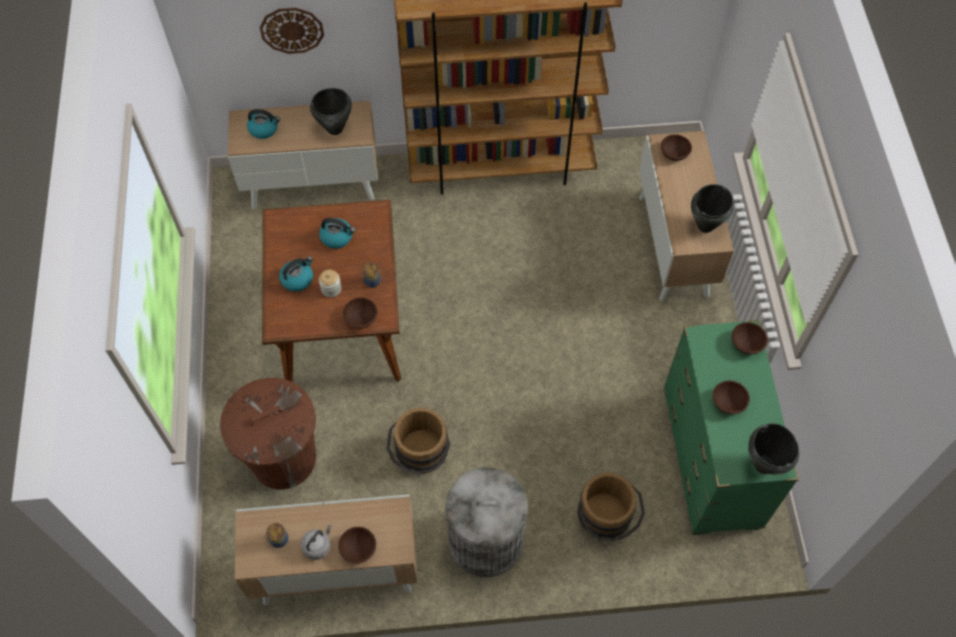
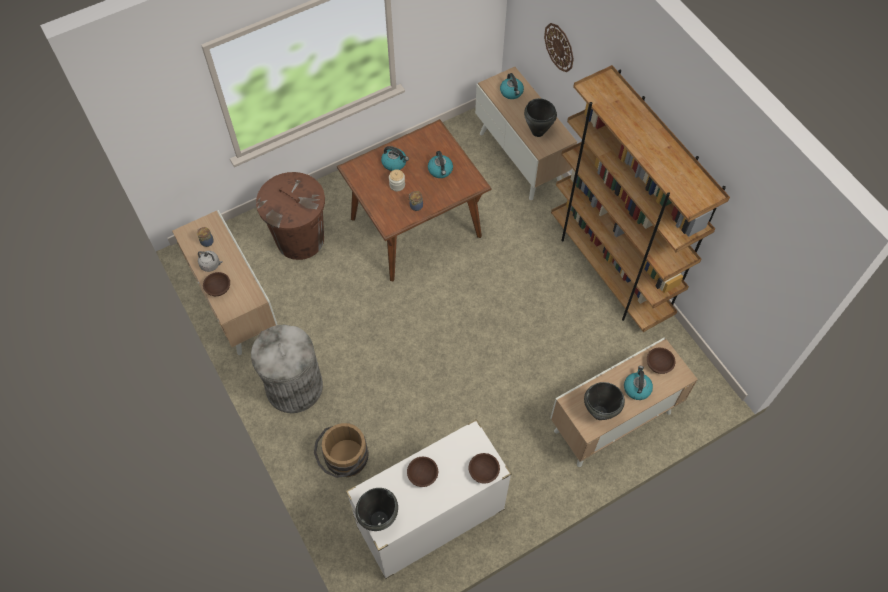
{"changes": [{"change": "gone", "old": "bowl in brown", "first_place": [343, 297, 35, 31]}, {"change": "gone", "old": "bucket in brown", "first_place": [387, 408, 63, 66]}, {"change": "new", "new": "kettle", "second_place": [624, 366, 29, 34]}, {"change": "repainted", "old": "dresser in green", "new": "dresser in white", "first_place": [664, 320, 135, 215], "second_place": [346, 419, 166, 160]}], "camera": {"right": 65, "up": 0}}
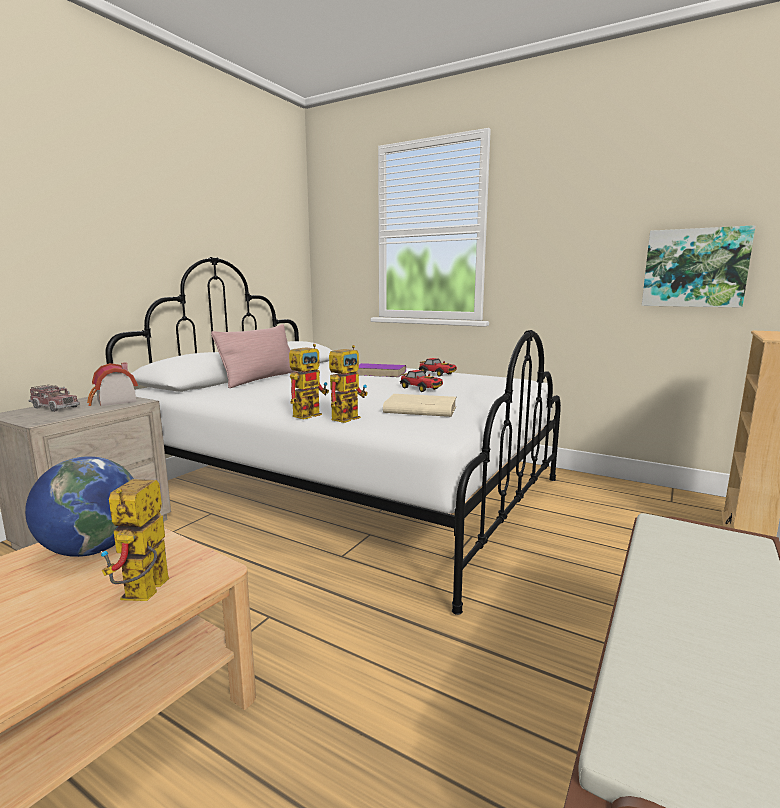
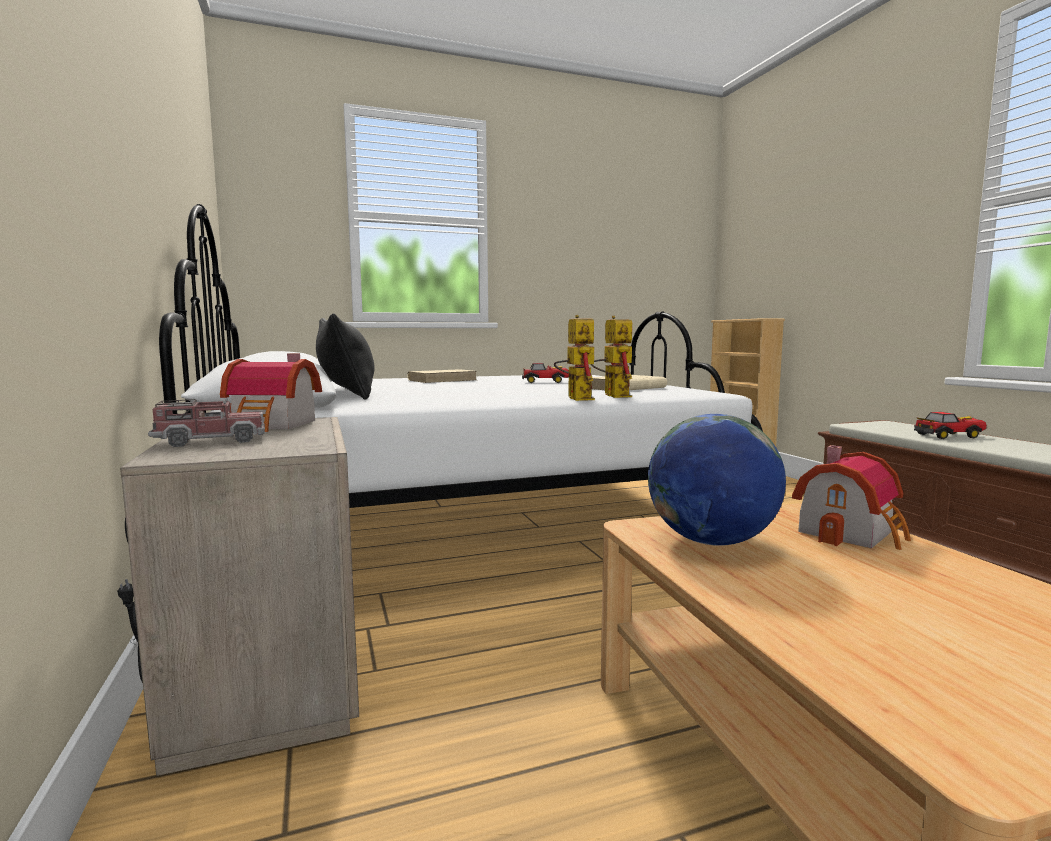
{"changes": [{"change": "gone", "old": "picture", "first_place": [642, 225, 113, 83]}, {"change": "shifted", "old": "toy car", "first_place": [419, 358, 38, 18], "second_place": [914, 412, 73, 27]}, {"change": "swapped", "old": "toy robot", "new": "toy house", "first_place": [101, 479, 68, 122], "second_place": [792, 445, 119, 105]}, {"change": "repainted", "old": "pillow in pink", "new": "pillow in black", "first_place": [211, 324, 88, 64], "second_place": [316, 313, 59, 86]}, {"change": "repainted", "old": "book in purple", "new": "book in beige", "first_place": [356, 363, 50, 14], "second_place": [407, 369, 69, 14]}], "camera": {"right": -50, "up": -5}}
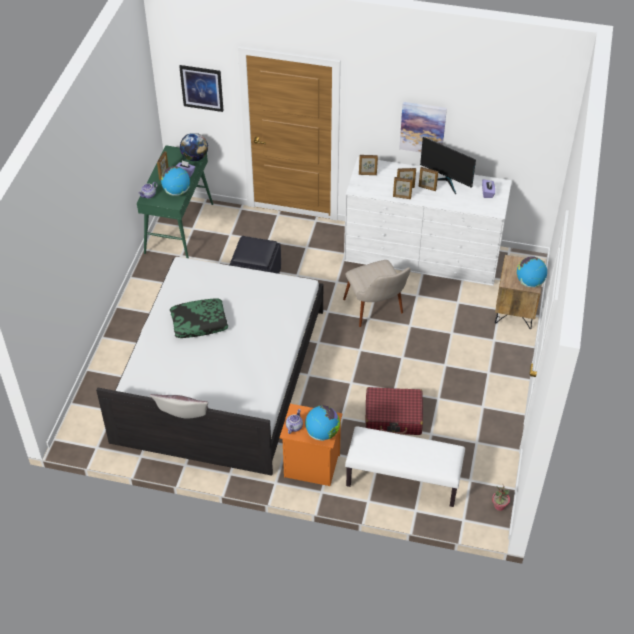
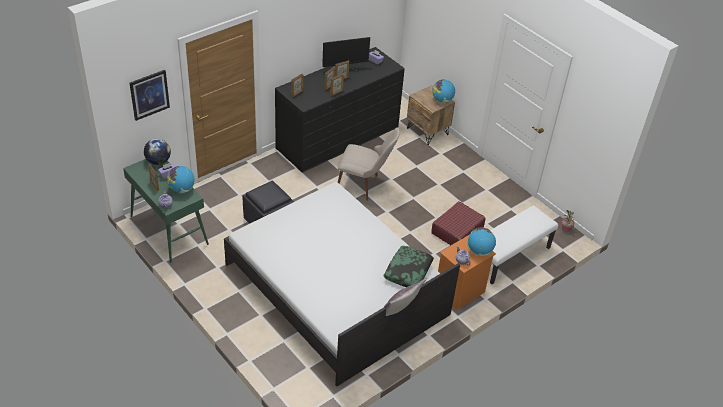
{"changes": [{"change": "gone", "old": "picture", "first_place": [399, 102, 48, 50]}, {"change": "shifted", "old": "pillow", "first_place": [170, 298, 58, 40], "second_place": [384, 246, 50, 41]}, {"change": "repainted", "old": "dresser in white", "new": "dresser in black", "first_place": [344, 157, 168, 129], "second_place": [275, 47, 130, 126]}], "camera": {"right": -55, "up": -5}}
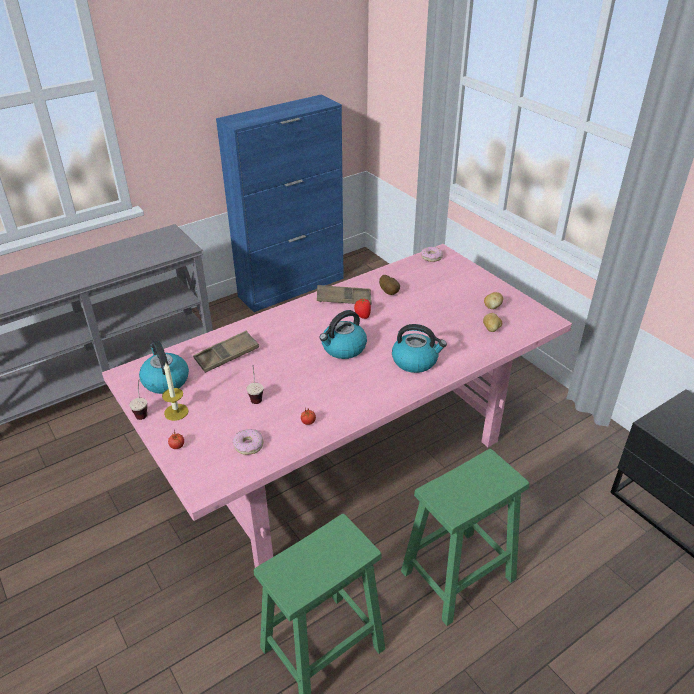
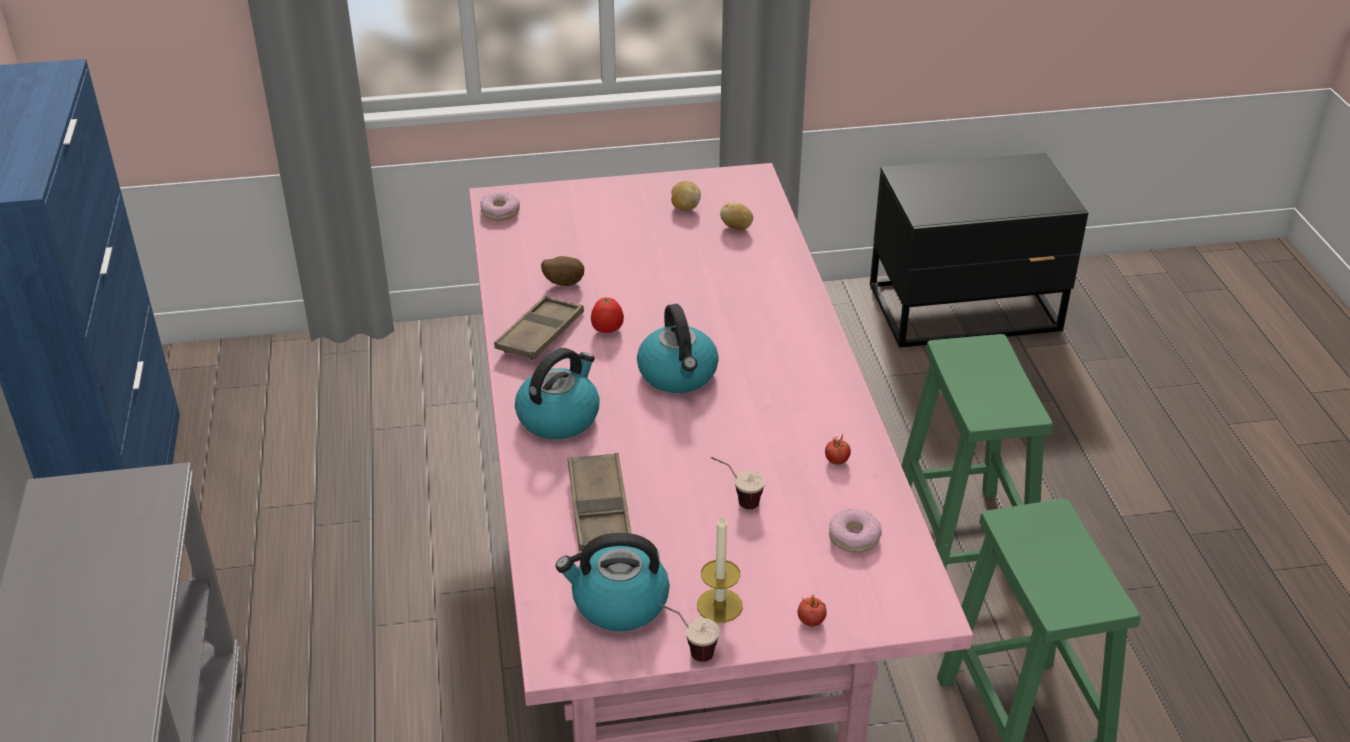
{"changes": [{"change": "shifted", "old": "kettle", "first_place": [392, 324, 55, 49], "second_place": [515, 348, 85, 91]}], "camera": {"right": -65, "up": 0}}
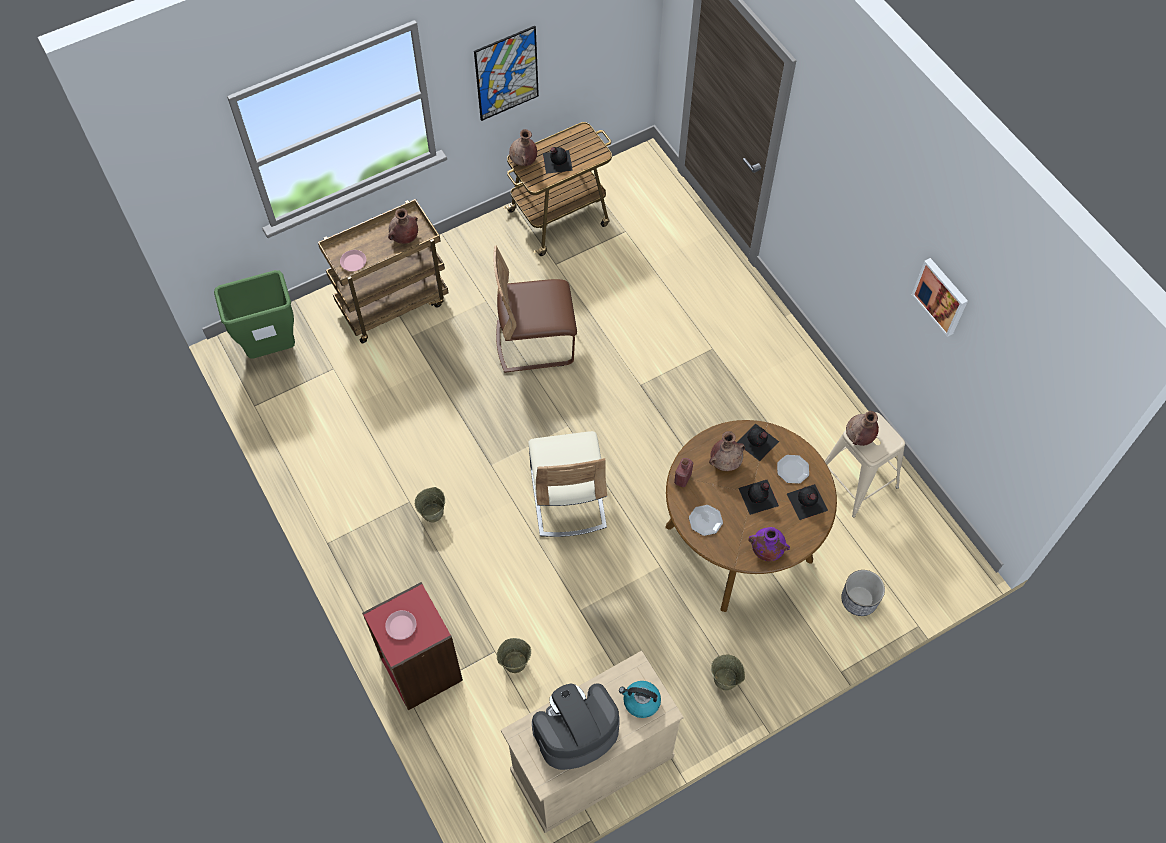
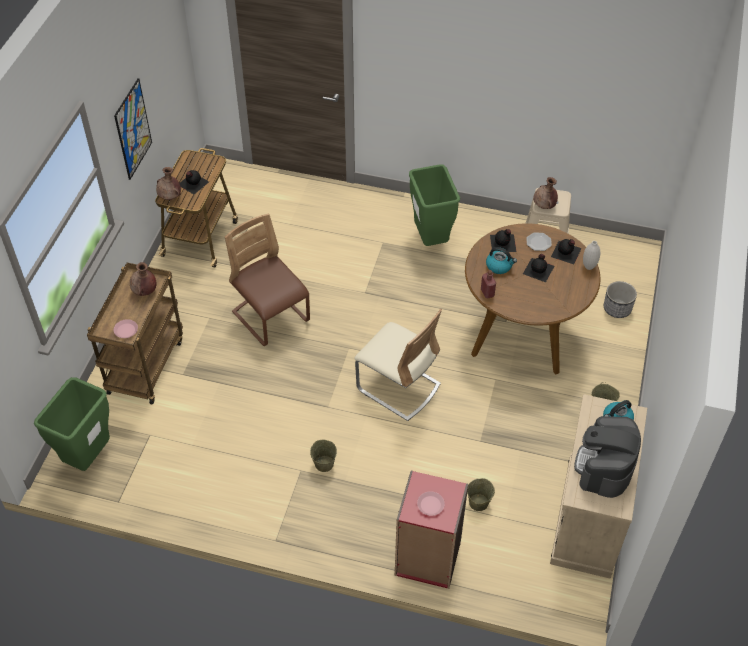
{"changes": [{"change": "gone", "old": "plate", "first_place": [689, 505, 34, 31]}, {"change": "gone", "old": "vase in purple", "first_place": [749, 527, 41, 35]}, {"change": "gone", "old": "picture", "first_place": [912, 258, 56, 79]}, {"change": "new", "new": "trash can in green", "second_place": [409, 164, 51, 82]}, {"change": "new", "new": "vase in white", "second_place": [583, 241, 17, 29]}, {"change": "swapped", "old": "vase in brown", "new": "kettle", "first_place": [709, 431, 36, 40], "second_place": [486, 247, 31, 27]}, {"change": "rotated", "old": "chair in brown", "first_place": [493, 246, 84, 127], "second_place": [225, 214, 85, 132], "degrees": 105}], "camera": {"right": -45, "up": -10}}
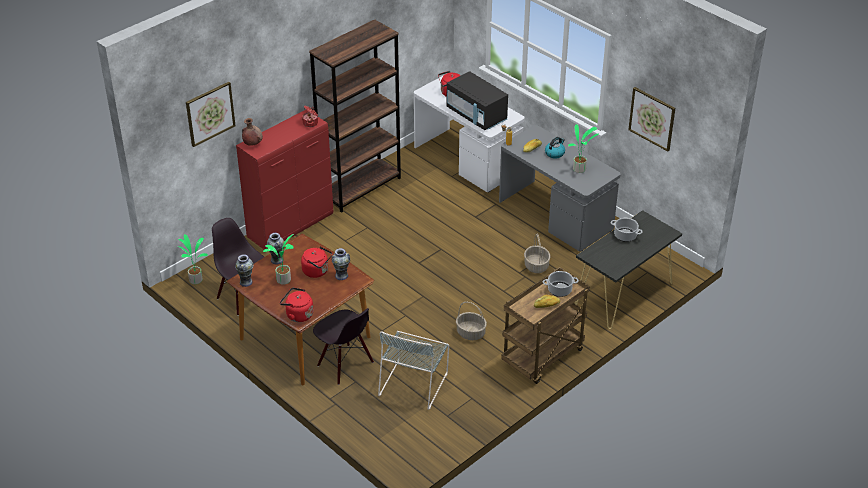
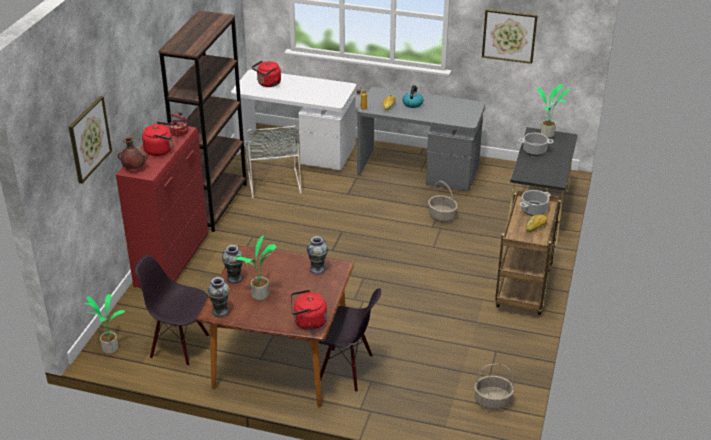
{"changes": [{"change": "gone", "old": "microwave in black", "first_place": [447, 71, 61, 59]}, {"change": "shifted", "old": "kettle in red", "first_place": [301, 246, 32, 32], "second_place": [142, 122, 32, 34]}, {"change": "shifted", "old": "chair in grey", "first_place": [378, 331, 71, 79], "second_place": [245, 125, 57, 74]}, {"change": "shifted", "old": "basket", "first_place": [456, 302, 31, 38], "second_place": [474, 364, 40, 46]}, {"change": "shifted", "old": "potted plant", "first_place": [568, 124, 30, 49], "second_place": [537, 84, 33, 54]}], "camera": {"right": -30, "up": -5}}
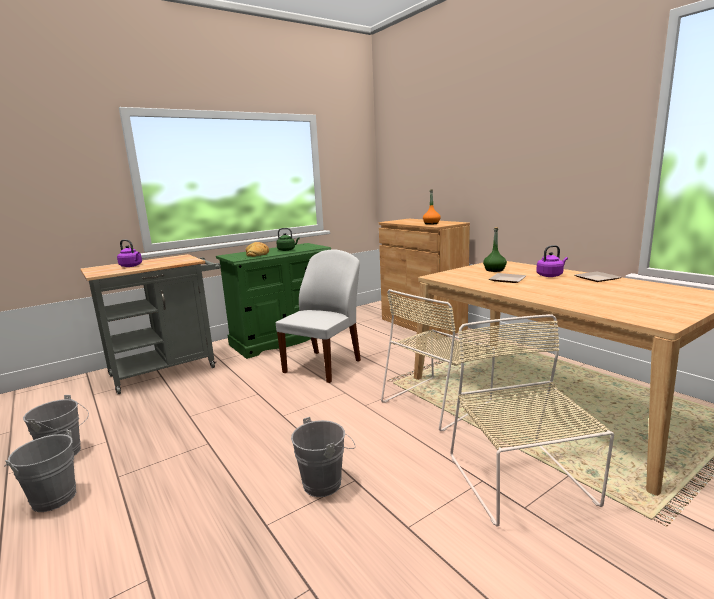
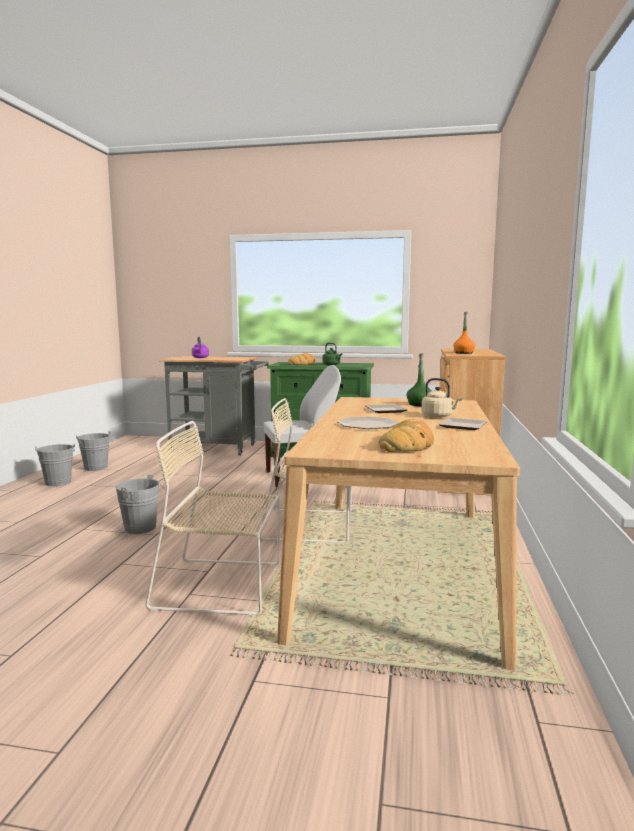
{"changes": [{"change": "new", "new": "plate", "second_place": [337, 416, 62, 13]}, {"change": "new", "new": "bread", "second_place": [379, 419, 55, 33]}, {"change": "repainted", "old": "kettle in purple", "new": "kettle in beige", "first_place": [536, 245, 32, 32], "second_place": [421, 378, 41, 40]}, {"change": "rotated", "old": "chair in beige", "first_place": [450, 314, 164, 212], "second_place": [146, 421, 134, 195], "degrees": -120}], "camera": {"right": 45, "up": -5}}
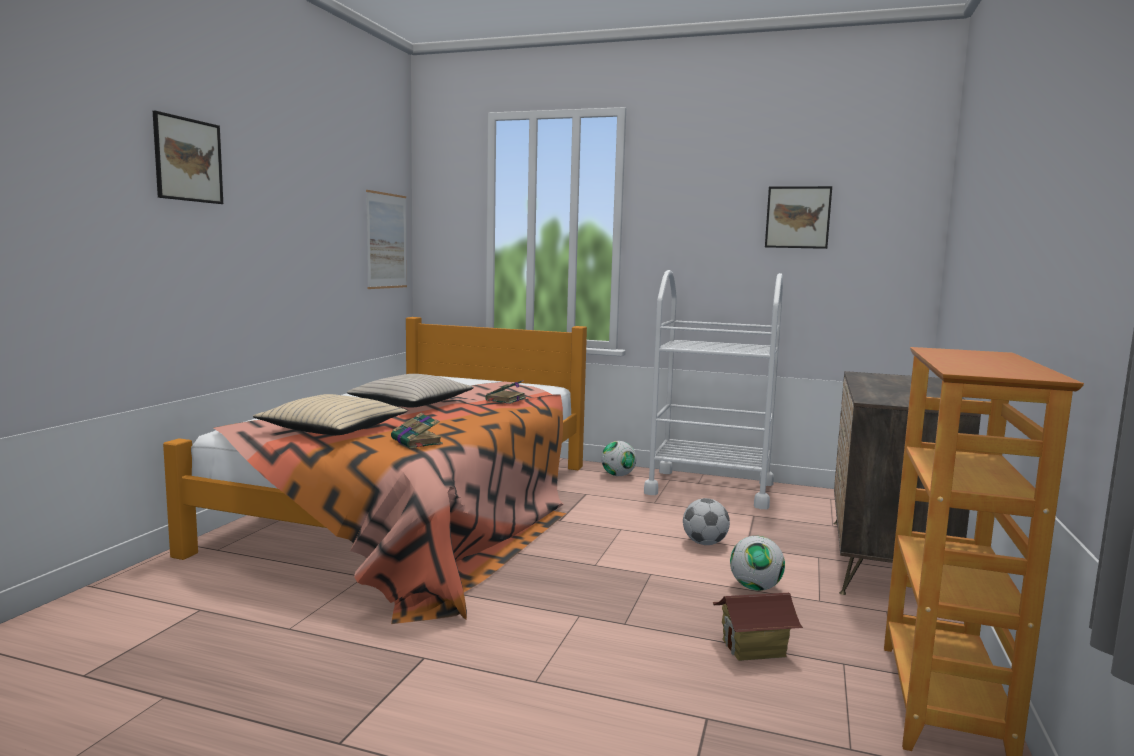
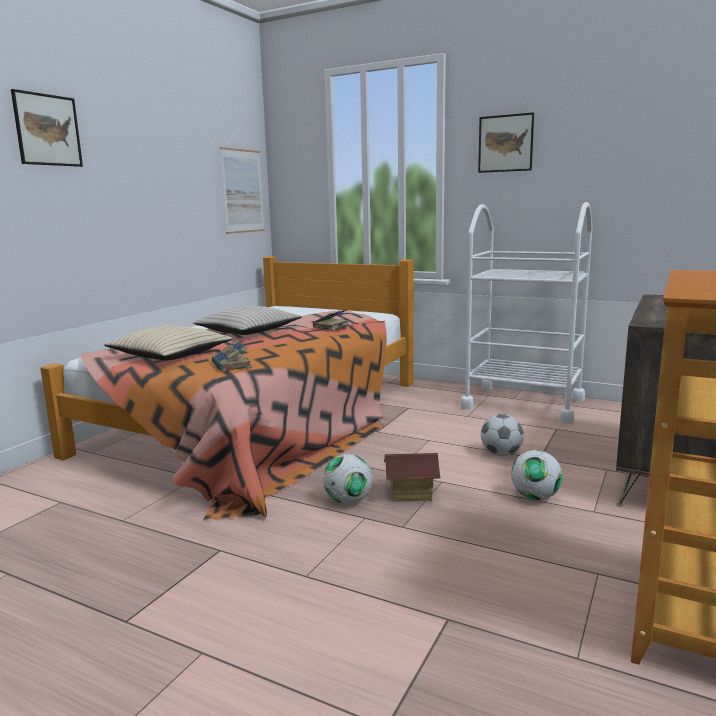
{"changes": [{"change": "shifted", "old": "football", "first_place": [601, 441, 35, 35], "second_place": [323, 454, 49, 50]}, {"change": "shifted", "old": "toy house", "first_place": [713, 593, 90, 68], "second_place": [384, 453, 57, 49]}, {"change": "shifted", "old": "picture", "first_place": [765, 186, 67, 63], "second_place": [478, 112, 56, 61]}], "camera": {"right": 10, "up": 5}}
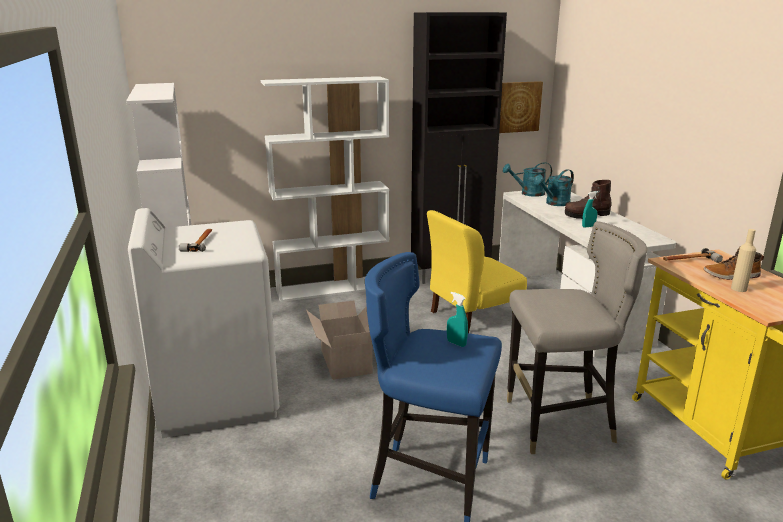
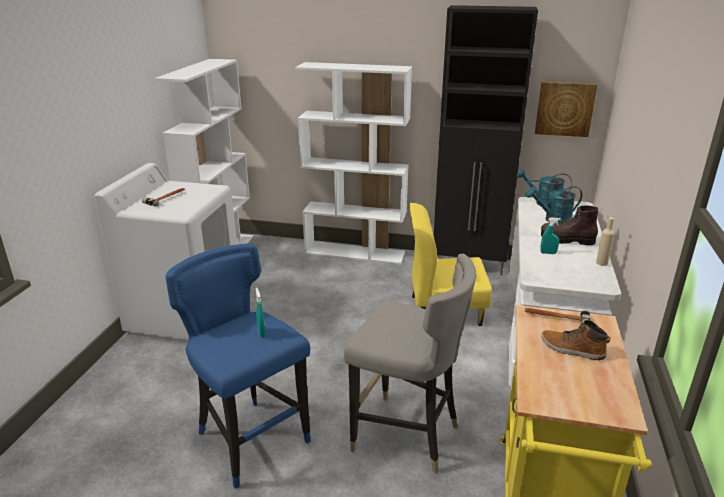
{"changes": [{"change": "gone", "old": "cardboard box", "first_place": [306, 301, 67, 79]}, {"change": "shifted", "old": "bottle in beige", "first_place": [731, 229, 25, 63], "second_place": [596, 217, 19, 49]}], "camera": {"right": 30, "up": 5}}
